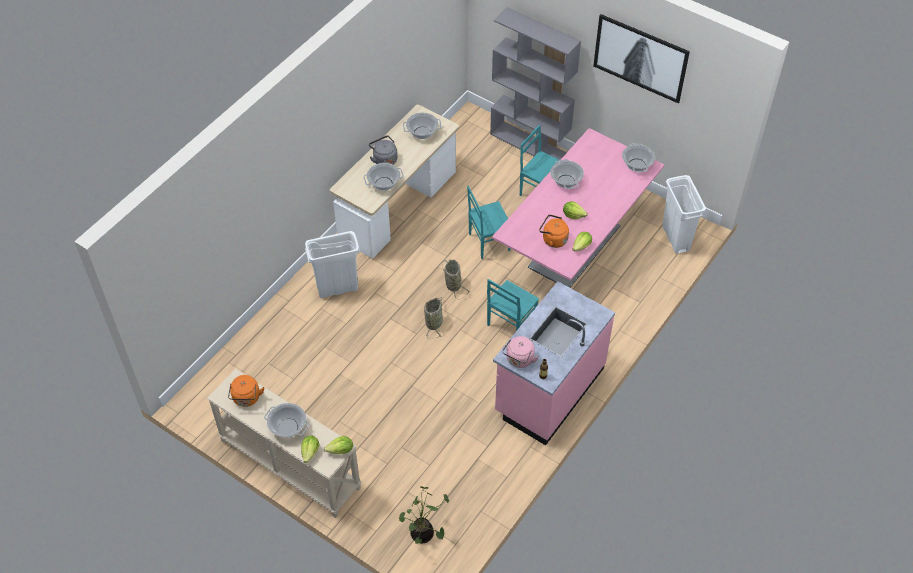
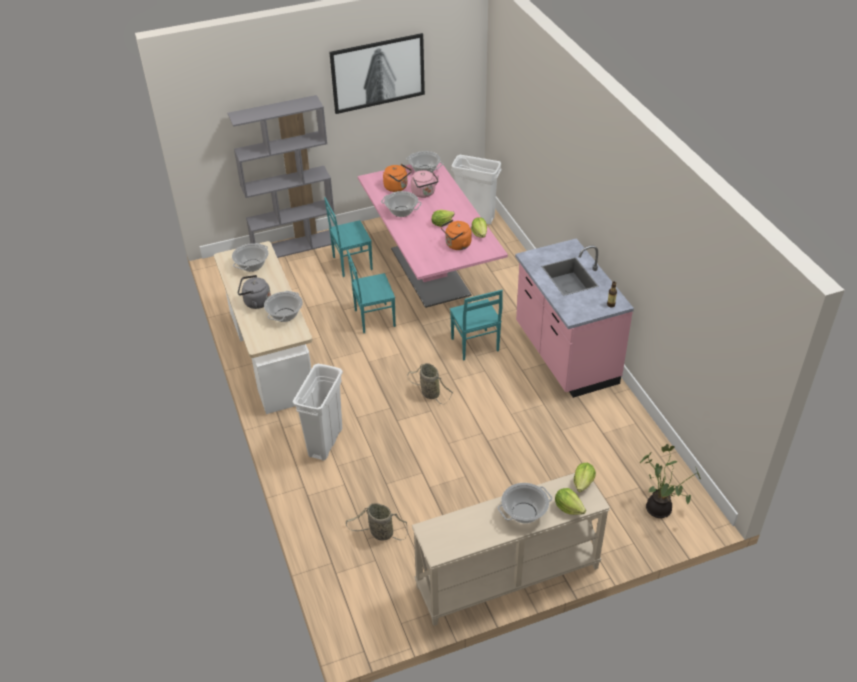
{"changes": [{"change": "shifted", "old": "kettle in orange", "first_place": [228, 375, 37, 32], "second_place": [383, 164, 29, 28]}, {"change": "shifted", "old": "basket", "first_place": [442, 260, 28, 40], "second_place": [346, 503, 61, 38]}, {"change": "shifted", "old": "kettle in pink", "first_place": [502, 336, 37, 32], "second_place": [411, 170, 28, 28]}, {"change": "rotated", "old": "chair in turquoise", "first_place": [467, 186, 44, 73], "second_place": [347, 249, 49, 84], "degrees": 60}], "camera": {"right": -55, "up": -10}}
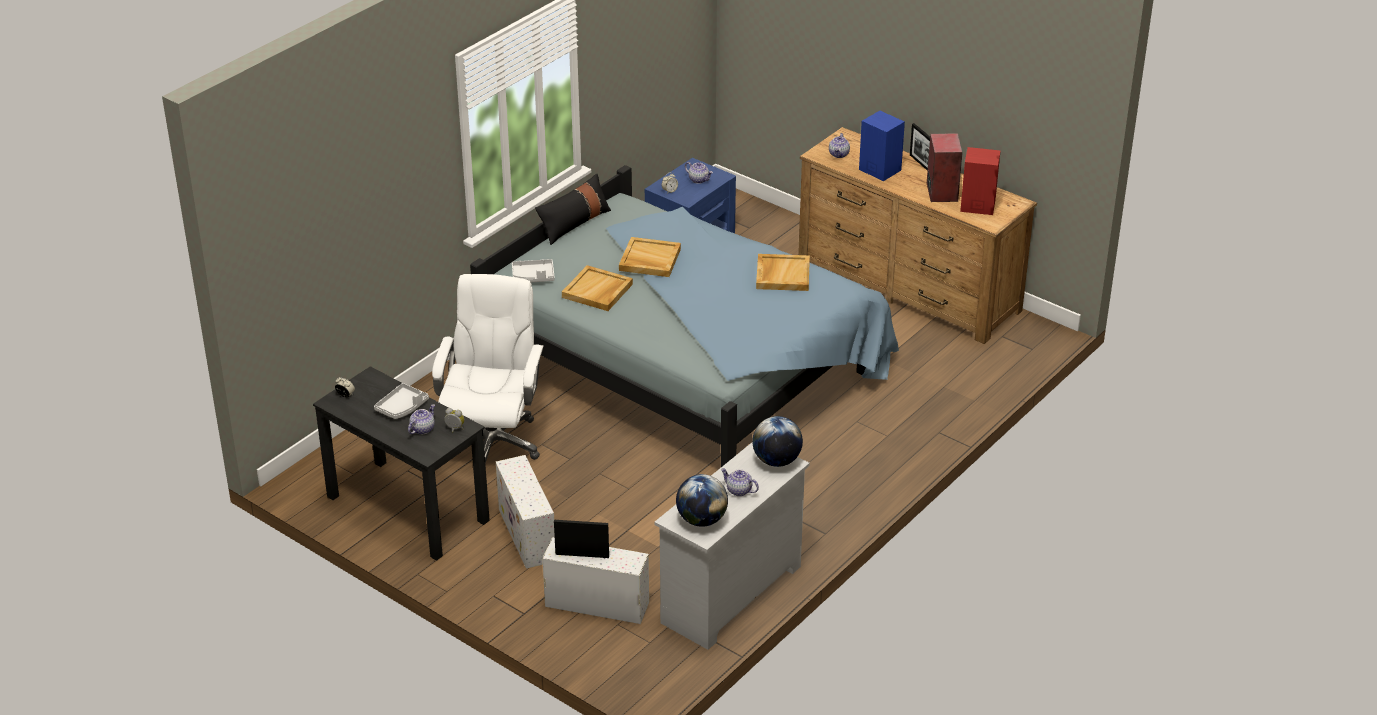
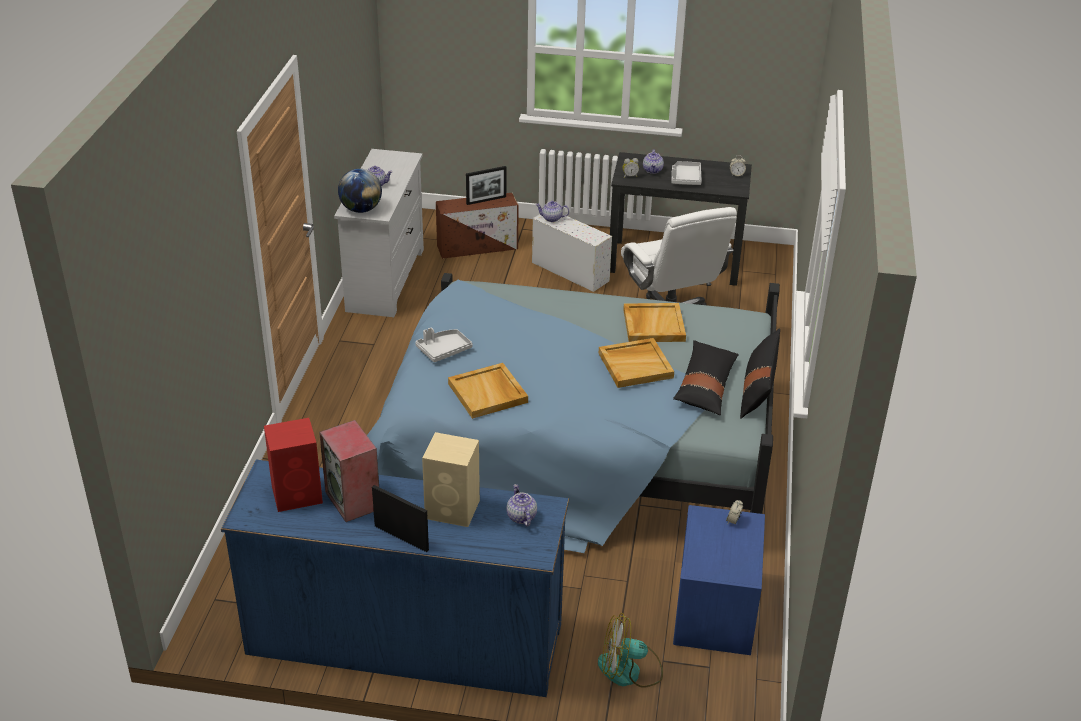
{"changes": [{"change": "gone", "old": "globe", "first_place": [676, 474, 52, 53]}, {"change": "new", "new": "fan", "second_place": [598, 613, 65, 75]}, {"change": "new", "new": "pillow in black", "second_place": [673, 340, 66, 75]}, {"change": "shifted", "old": "tray in grey", "first_place": [512, 259, 43, 23], "second_place": [415, 328, 58, 34]}, {"change": "shifted", "old": "teapot", "first_place": [685, 162, 28, 22], "second_place": [535, 201, 34, 21]}, {"change": "repainted", "old": "storage box in white", "new": "storage box in brown", "first_place": [542, 537, 107, 87], "second_place": [436, 193, 83, 66]}, {"change": "repainted", "old": "dresser in brown", "new": "dresser in blue", "first_place": [798, 127, 239, 217], "second_place": [221, 460, 348, 237]}, {"change": "repainted", "old": "speaker in blue", "new": "speaker in beige", "first_place": [859, 111, 46, 70], "second_place": [422, 432, 58, 95]}], "camera": {"right": 150, "up": 0}}
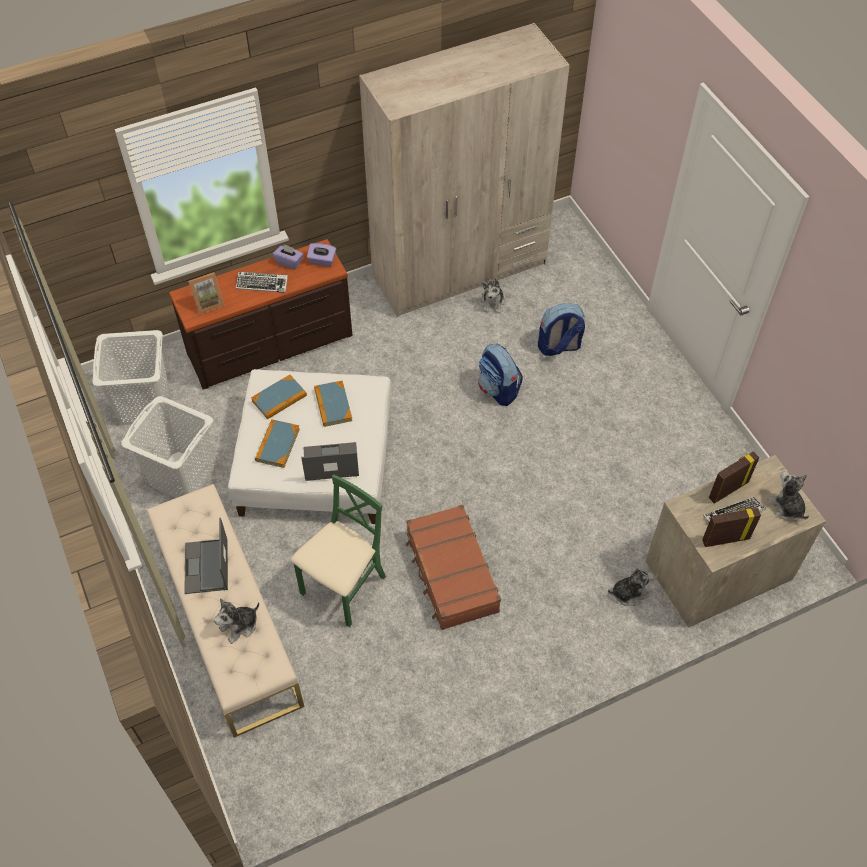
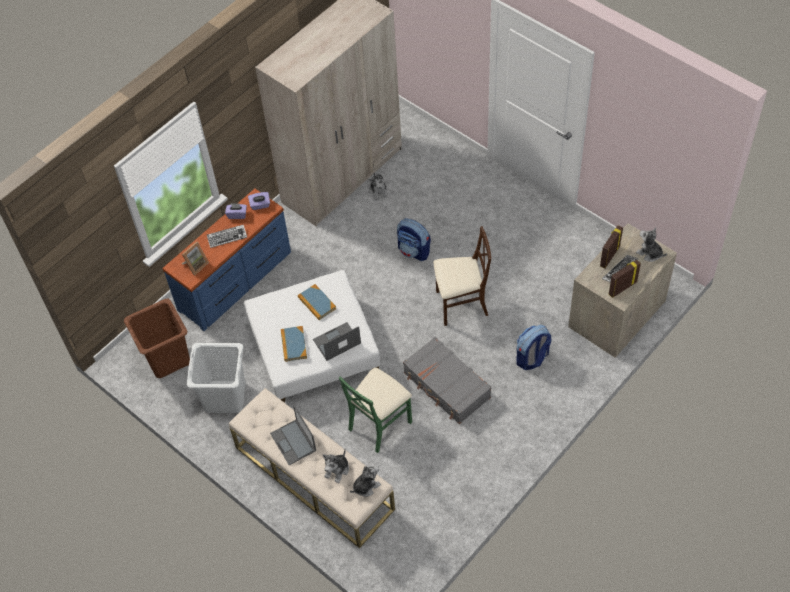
{"changes": [{"change": "gone", "old": "book", "first_place": [251, 375, 56, 44]}, {"change": "new", "new": "chair in beige", "second_place": [433, 226, 58, 100]}, {"change": "shifted", "old": "backpack", "first_place": [538, 303, 47, 53], "second_place": [516, 325, 35, 45]}, {"change": "shifted", "old": "plush toy", "first_place": [608, 568, 46, 38], "second_place": [350, 466, 31, 31]}, {"change": "repainted", "old": "laundry basket in white", "new": "laundry basket in brown", "first_place": [92, 330, 77, 95], "second_place": [124, 299, 66, 79]}, {"change": "repainted", "old": "dresser in brown", "new": "dresser in blue", "first_place": [169, 239, 184, 151], "second_place": [162, 189, 129, 142]}, {"change": "repainted", "old": "suitcase in brown", "new": "suitcase in grey", "first_place": [406, 505, 95, 125], "second_place": [403, 337, 89, 87]}, {"change": "rotated", "old": "chair in green", "first_place": [291, 475, 95, 152], "second_place": [339, 368, 73, 85], "degrees": -150}], "camera": {"right": -20, "up": 0}}
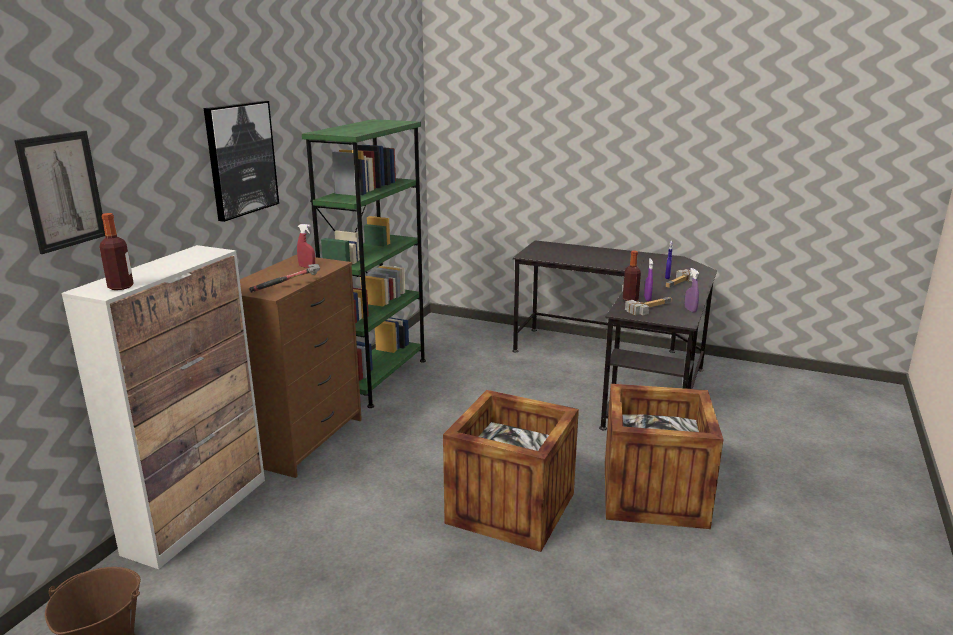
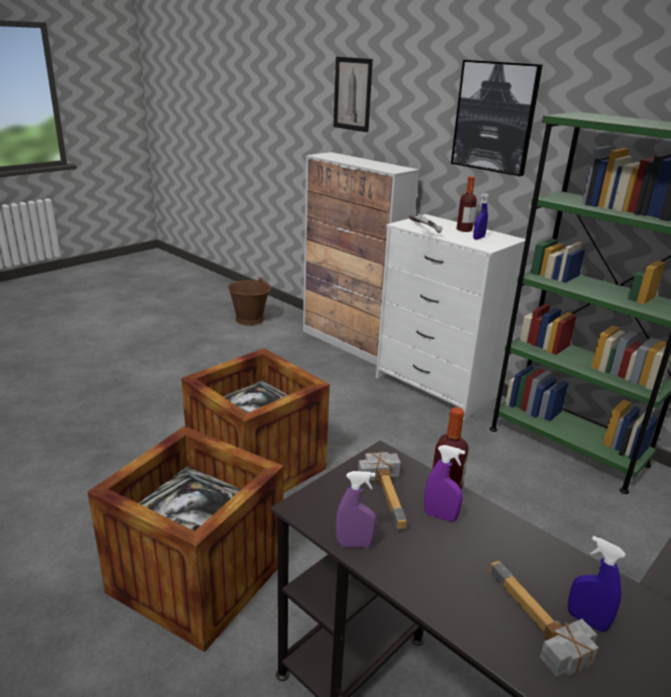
{"changes": [{"change": "shifted", "old": "bottle", "first_place": [100, 213, 34, 77], "second_place": [457, 176, 20, 56]}, {"change": "repainted", "old": "dresser in brown", "new": "dresser in white", "first_place": [240, 255, 122, 223], "second_place": [376, 214, 149, 205]}, {"change": "repainted", "old": "spray bottle in red", "new": "spray bottle in blue", "first_place": [297, 224, 18, 44], "second_place": [473, 193, 16, 47]}], "camera": {"right": 110, "up": 5}}
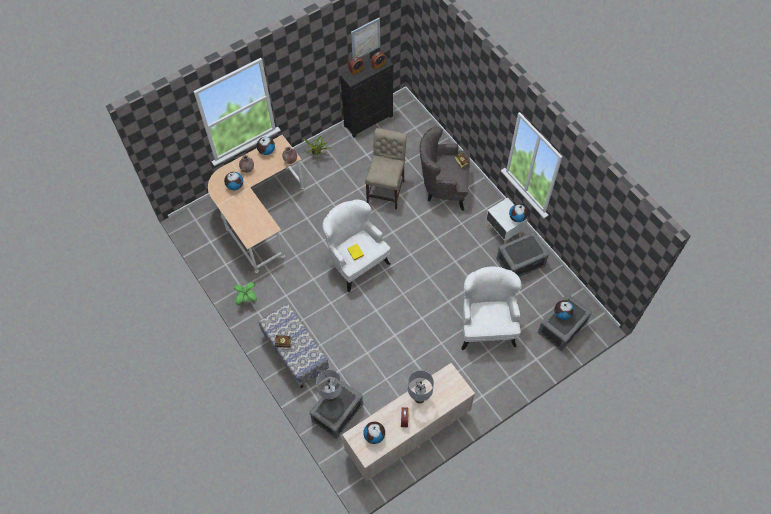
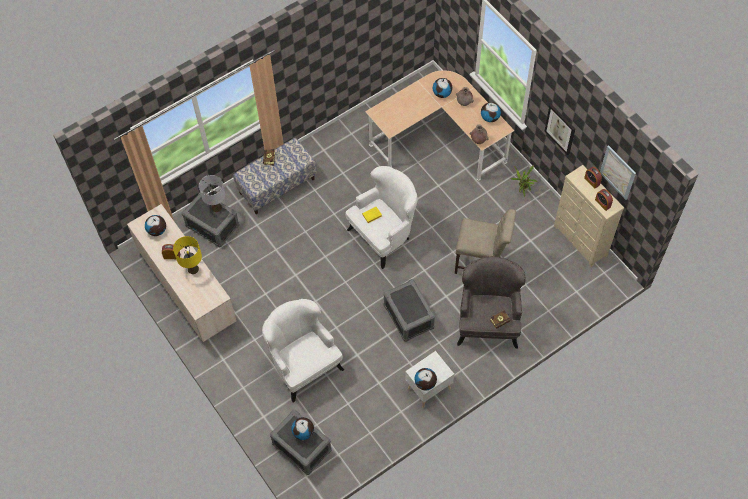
{"changes": [{"change": "gone", "old": "potted plant", "first_place": [234, 282, 23, 23]}, {"change": "new", "new": "picture", "second_place": [545, 104, 31, 51]}, {"change": "shifted", "old": "storage box in grey", "first_place": [496, 232, 53, 45], "second_place": [383, 279, 52, 63]}, {"change": "repainted", "old": "dresser in black", "new": "dresser in beige", "first_place": [340, 53, 54, 85], "second_place": [554, 165, 70, 102]}, {"change": "repainted", "old": "table lamp in grey", "new": "table lamp in yellow", "first_place": [408, 370, 26, 33], "second_place": [173, 236, 29, 38]}, {"change": "rotated", "old": "armchair in white", "first_place": [462, 266, 60, 84], "second_place": [262, 299, 82, 103], "degrees": -120}], "camera": {"right": 90, "up": 0}}
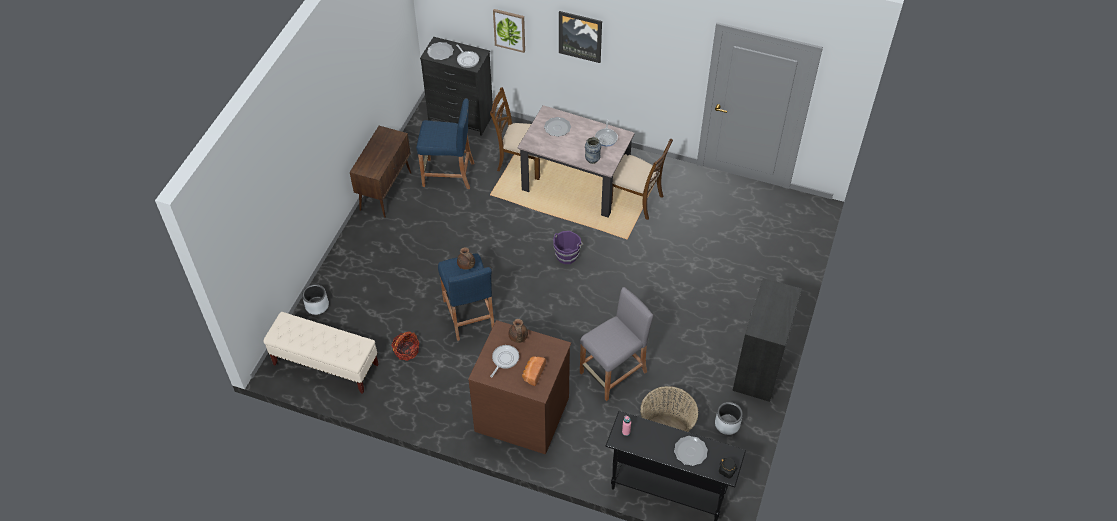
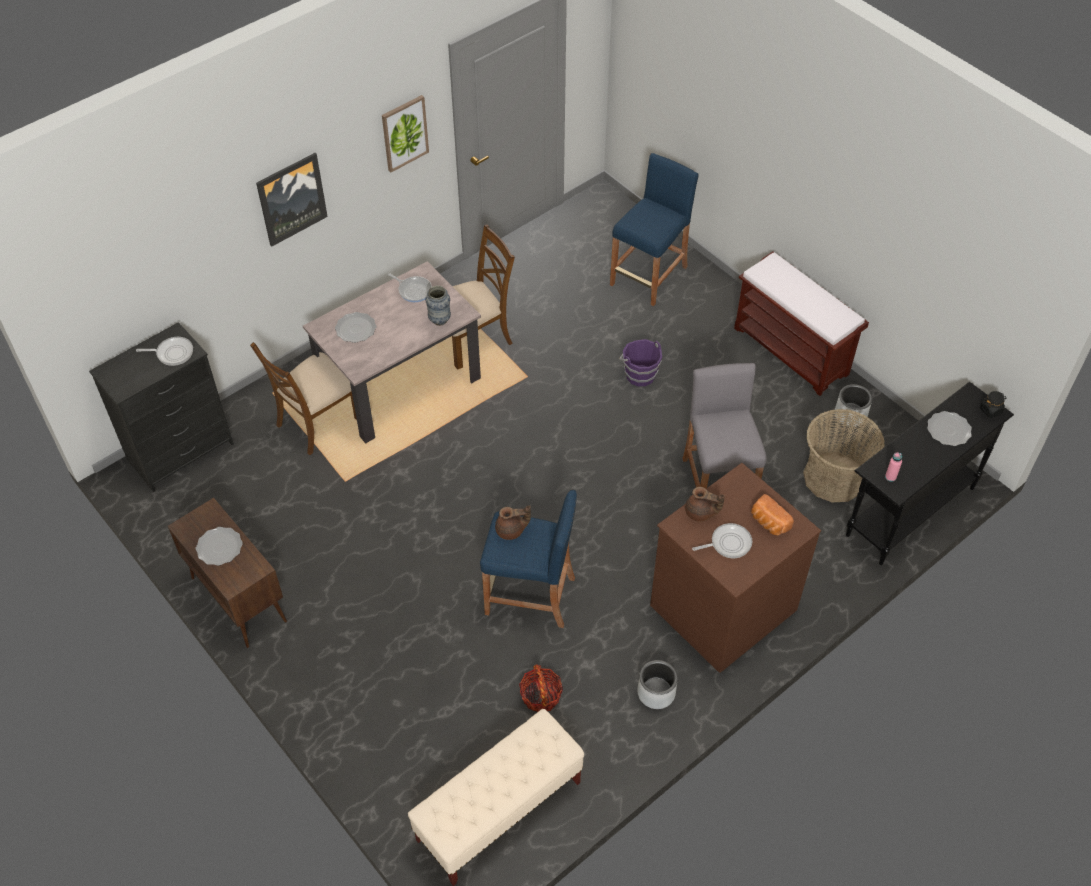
{"changes": [{"change": "shifted", "old": "planter in grey", "first_place": [302, 284, 27, 31], "second_place": [637, 660, 41, 49]}, {"change": "shifted", "old": "stool in blue", "first_place": [416, 98, 58, 91], "second_place": [610, 153, 89, 153]}, {"change": "shifted", "old": "plate", "first_place": [427, 42, 27, 18], "second_place": [196, 527, 47, 39]}, {"change": "shifted", "old": "picture", "first_place": [493, 9, 32, 44], "second_place": [382, 95, 47, 77]}, {"change": "shifted", "old": "bucket in purple", "first_place": [553, 231, 31, 33], "second_place": [619, 339, 43, 47]}, {"change": "swapped", "old": "dresser in black", "new": "bench in brown", "first_place": [732, 278, 70, 124], "second_place": [734, 252, 135, 144]}, {"change": "rotated", "old": "frying pan", "first_place": [490, 345, 29, 32], "second_place": [692, 523, 60, 35], "degrees": 105}], "camera": {"right": -60, "up": 0}}
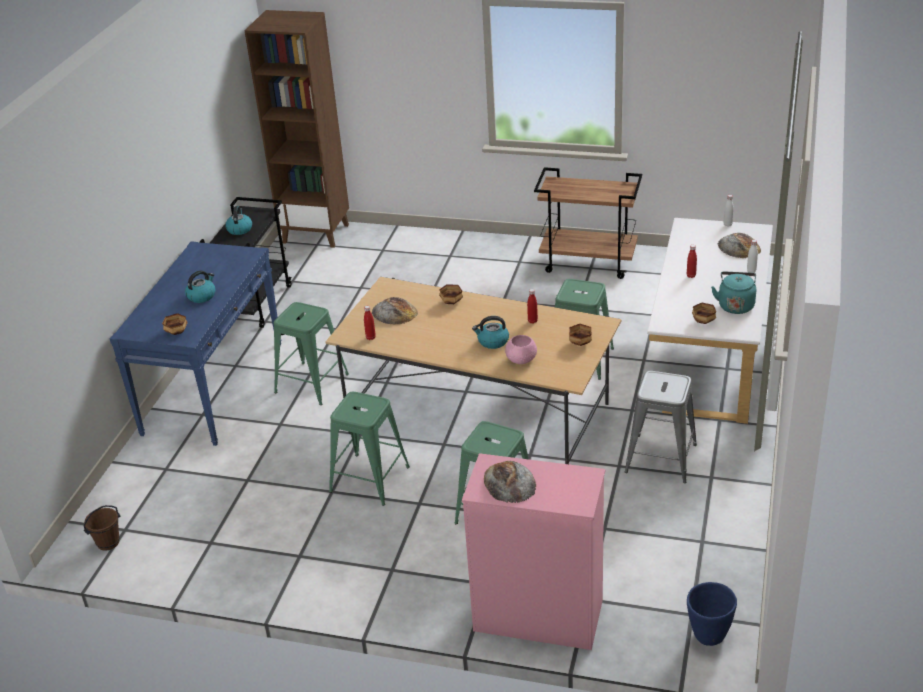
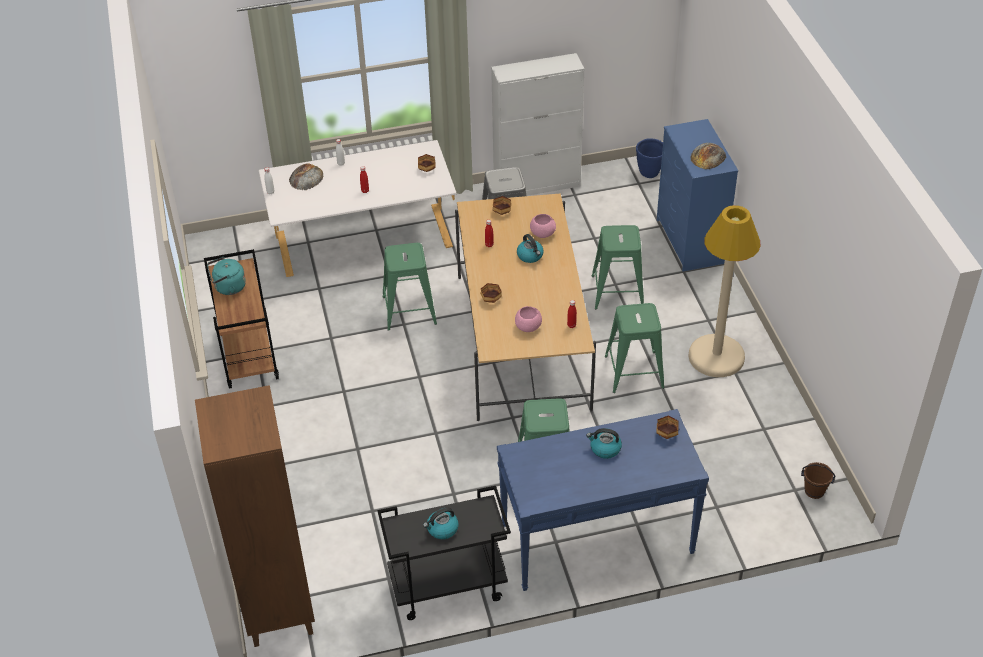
{"changes": [{"change": "new", "new": "cabinet in white", "second_place": [491, 53, 93, 143]}, {"change": "new", "new": "floor lamp in beige", "second_place": [688, 205, 73, 172]}, {"change": "shifted", "old": "kettle in turquoise", "first_place": [711, 272, 45, 42], "second_place": [207, 257, 39, 38]}, {"change": "swapped", "old": "bread", "new": "bowl in pink", "first_place": [372, 297, 46, 28], "second_place": [515, 306, 27, 26]}, {"change": "repainted", "old": "dresser in pink", "new": "dresser in blue", "first_place": [462, 453, 143, 197], "second_place": [657, 119, 81, 152]}], "camera": {"right": -120, "up": 10}}
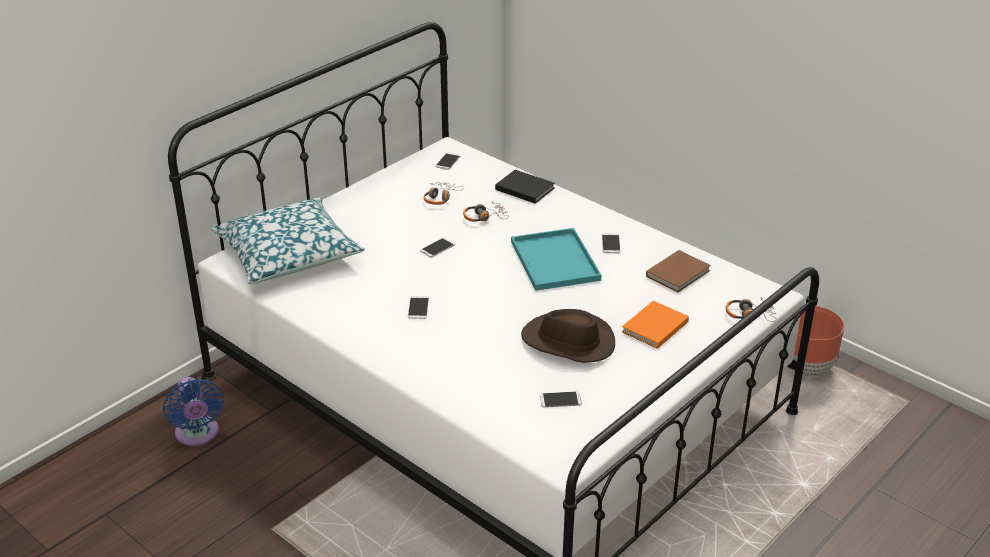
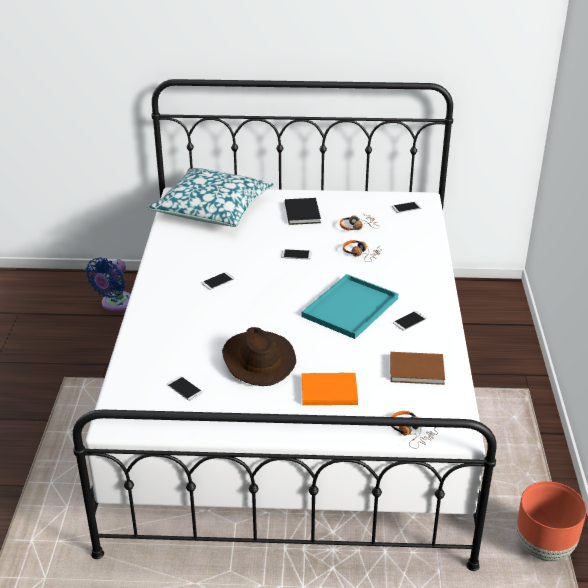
{"changes": [{"change": "shifted", "old": "book in black", "first_place": [495, 170, 60, 34], "second_place": [285, 198, 36, 27]}], "camera": {"right": 50, "up": 0}}
